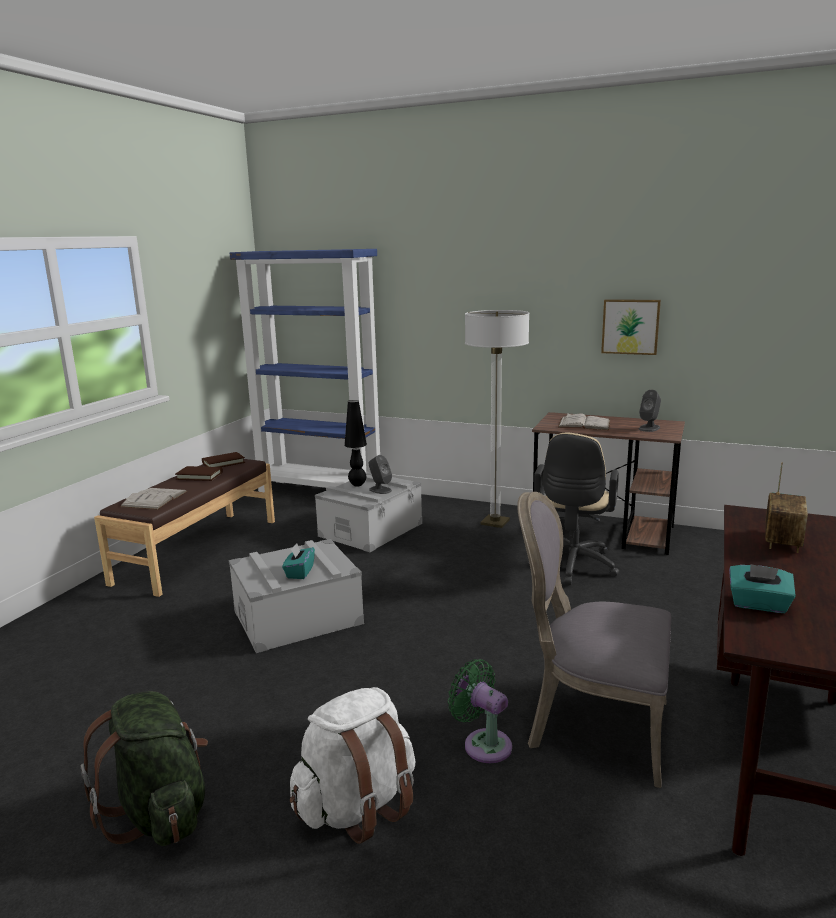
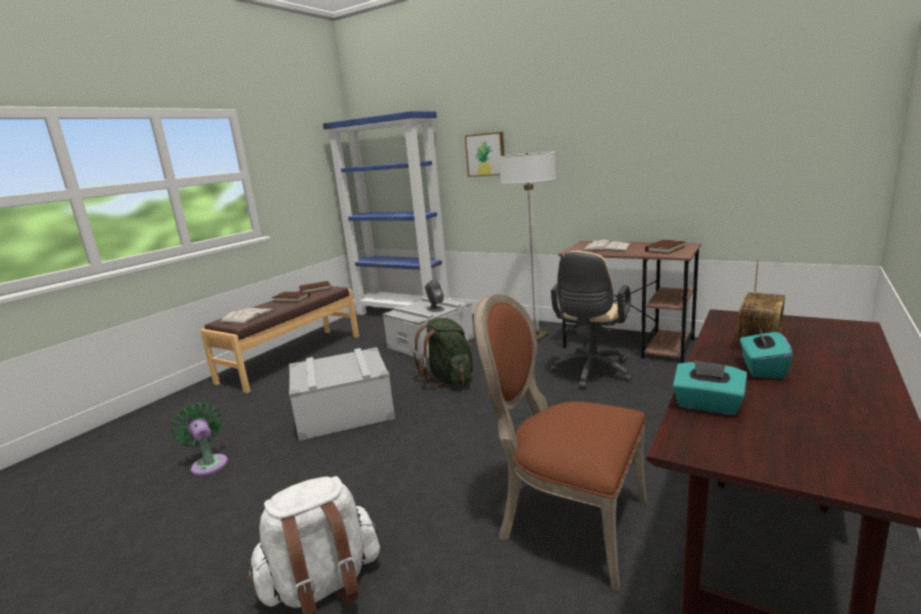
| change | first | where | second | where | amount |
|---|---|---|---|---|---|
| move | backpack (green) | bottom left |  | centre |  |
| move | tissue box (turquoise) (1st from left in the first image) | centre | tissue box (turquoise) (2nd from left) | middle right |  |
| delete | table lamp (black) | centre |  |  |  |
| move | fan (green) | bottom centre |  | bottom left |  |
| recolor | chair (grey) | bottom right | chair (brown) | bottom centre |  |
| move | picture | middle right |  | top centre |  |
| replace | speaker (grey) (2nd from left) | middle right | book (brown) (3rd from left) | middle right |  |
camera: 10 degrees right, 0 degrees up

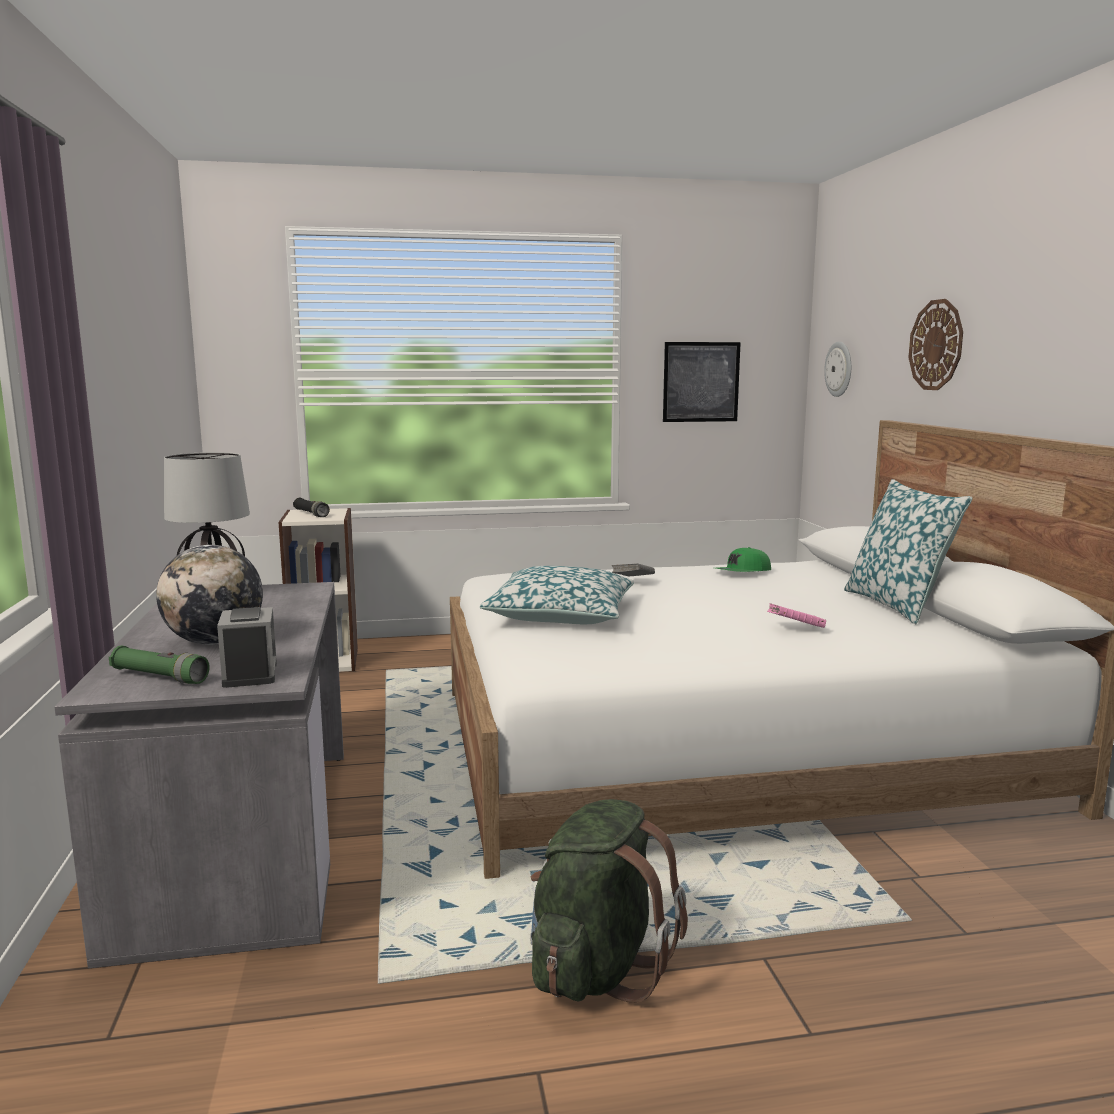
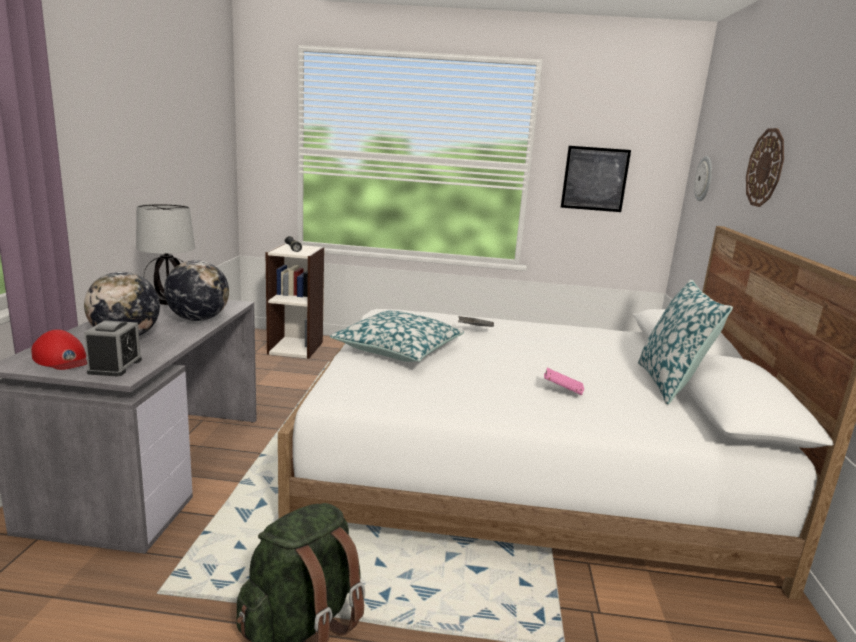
| change | first | where | second | where | amount |
|---|---|---|---|---|---|
| replace | flashlight (green) | middle left | cap (red) | middle left |  |
| delete | cap (green) | middle right |  |  |  |
| insert |  |  | globe (2nd from left) | middle left |  |
camera: 15 degrees right, 5 degrees up

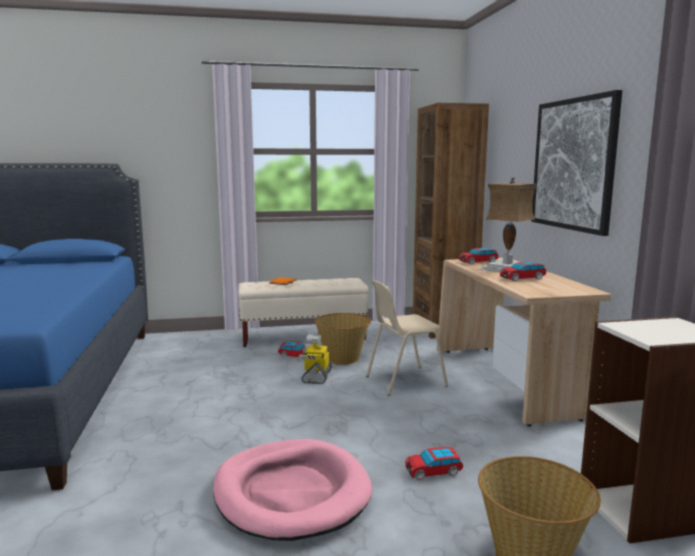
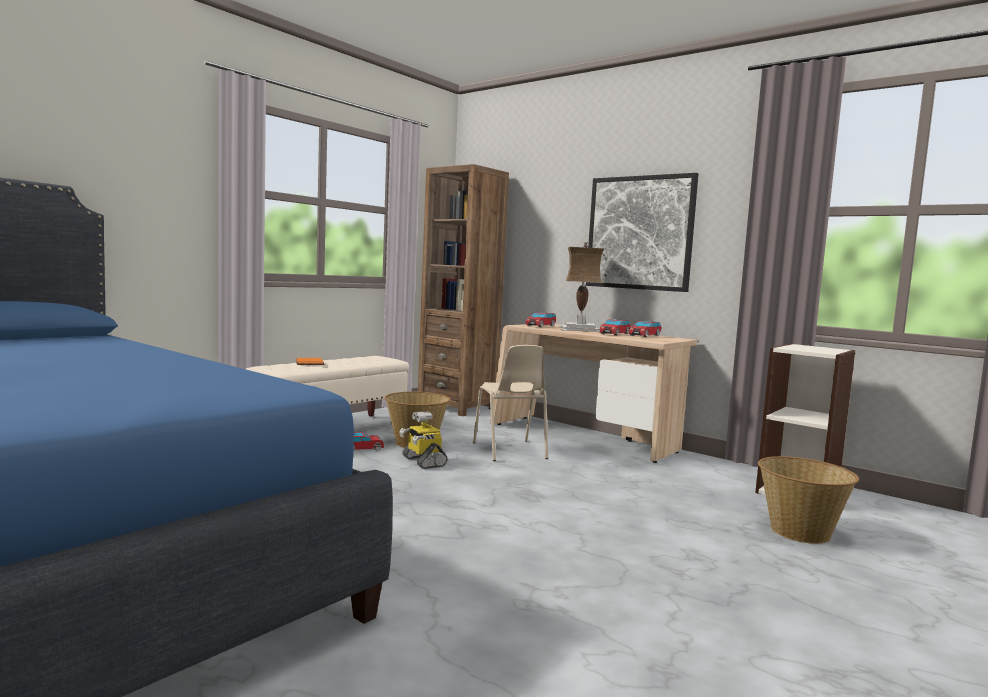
| change | first | where | second | where | amount |
|---|---|---|---|---|---|
| delete | dog bed (pink) | bottom centre |  |  |  |
| rotate | chair (beige) | centre |  | centre | 45 degrees counterclockwise |
| move | toy car (2nd from left in the first image) | bottom centre | toy car (4th from left) | centre |  |
camera: 40 degrees left, 5 degrees down

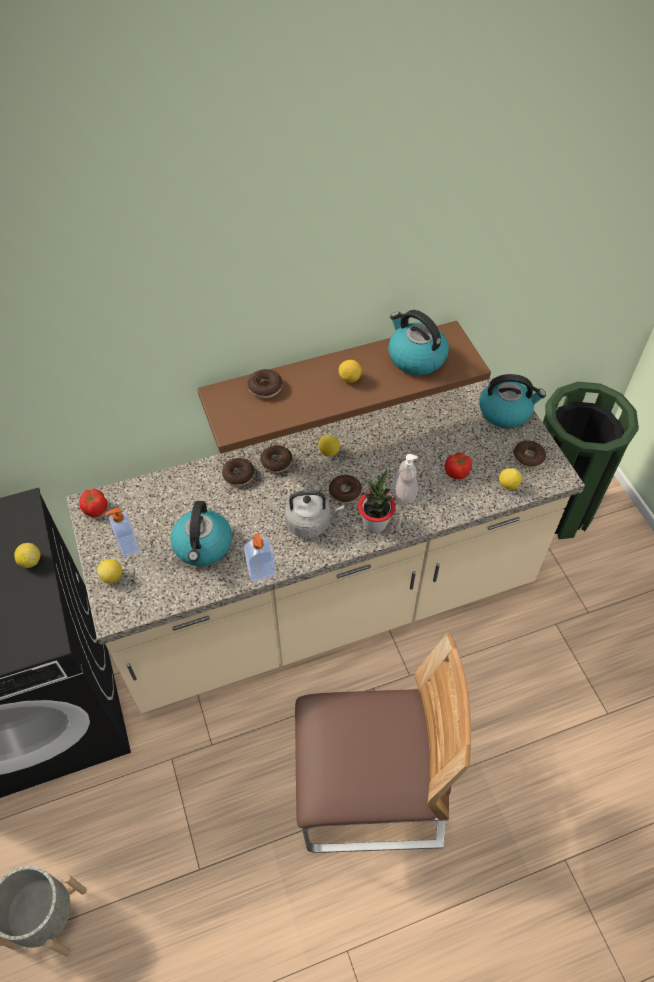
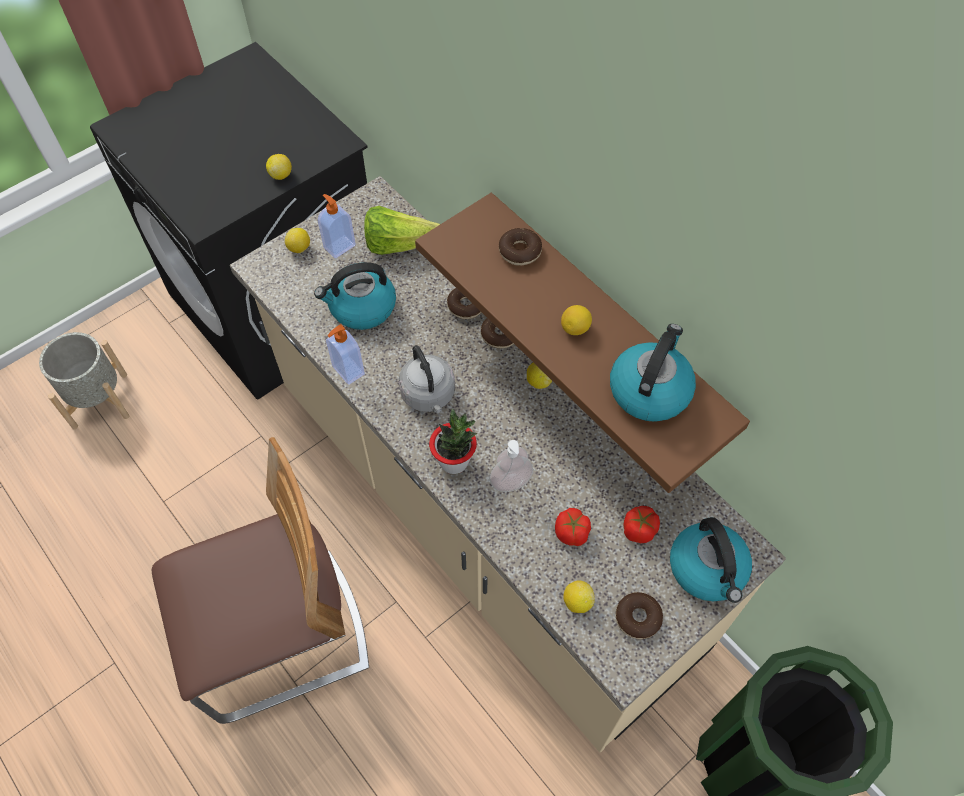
| change | first | where | second | where | amount |
|---|---|---|---|---|---|
| move | tomato (1st from left in the first image) | middle left | tomato (2nd from left) | centre |  |
| rotate | chair | bottom centre |  | bottom left | 90 degrees counterclockwise |
| delete | donut (4th from left) | centre |  |  |  |
| insert |  |  | lettuce | top centre |  |
camera: 70 degrees right, 5 degrees up

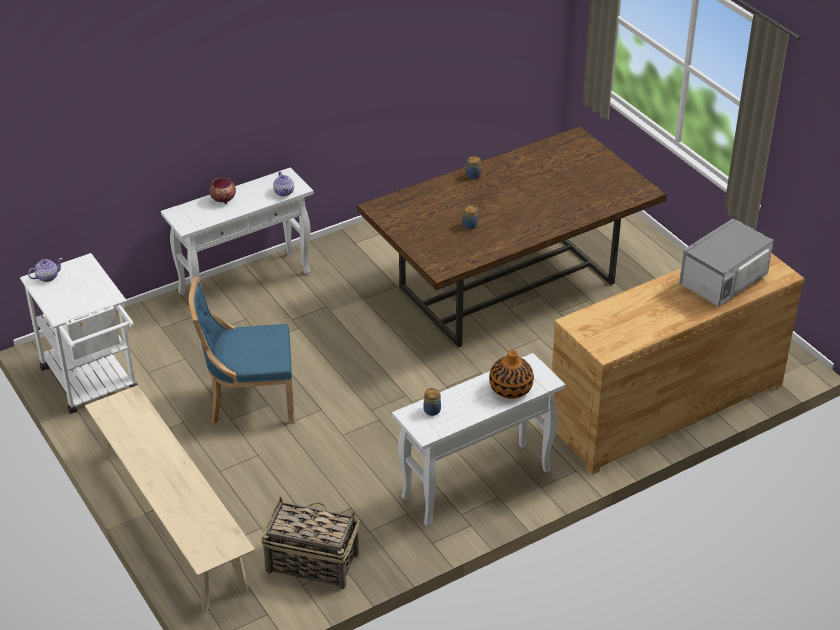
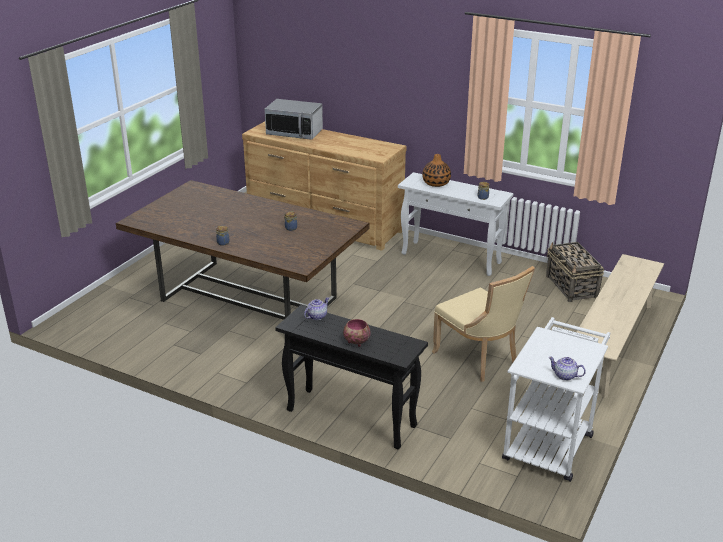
| change | first | where | second | where | amount |
|---|---|---|---|---|---|
| recolor | console table (white) (1st from left) | middle left | console table (black) | bottom centre |  |
| recolor | chair (blue) | middle left | chair (beige) | middle right |  |
camera: 120 degrees left, 10 degrees down

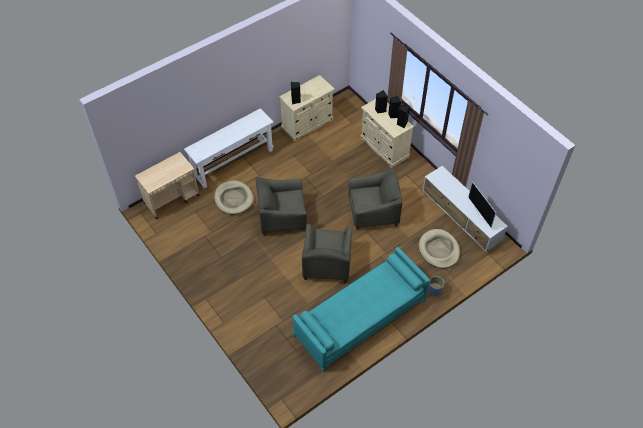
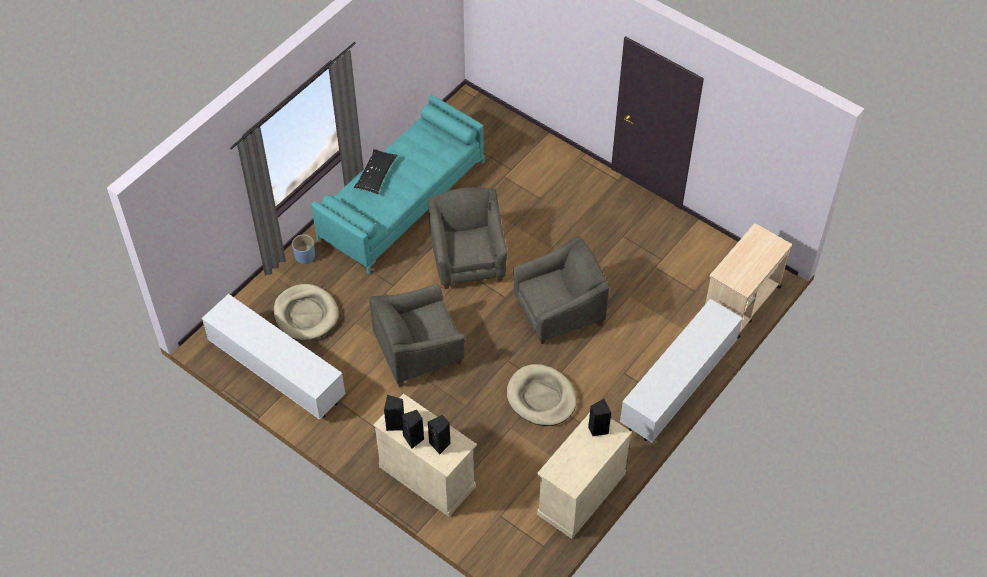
| change | first | where | second | where | amount |
|---|---|---|---|---|---|
| replace | console table (white) | centre | tv stand (white) (2nd from left) | middle right |  |
| move | dog bed (beige) (1st from left in the first image) | centre | dog bed (beige) (2nd from left) | bottom centre |  |
| delete | television | middle right |  |  |  |
| insert |  |  | pillow (black) | top centre |  |
camera: 165 degrees right, 0 degrees up

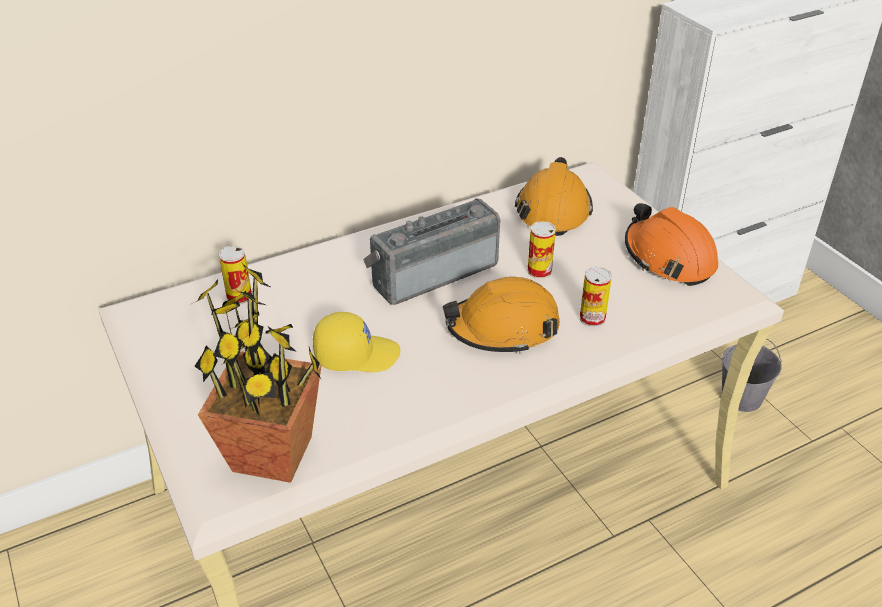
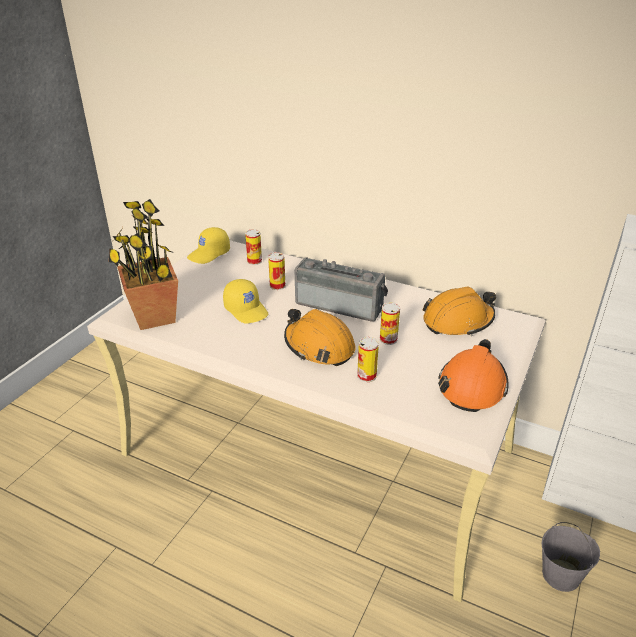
| change | first | where | second | where | amount |
|---|---|---|---|---|---|
| insert |  |  | cap (yellow) (1st from left) | middle left |  |
| insert |  |  | can (2nd from left) | centre |  |
camera: 55 degrees right, 5 degrees down

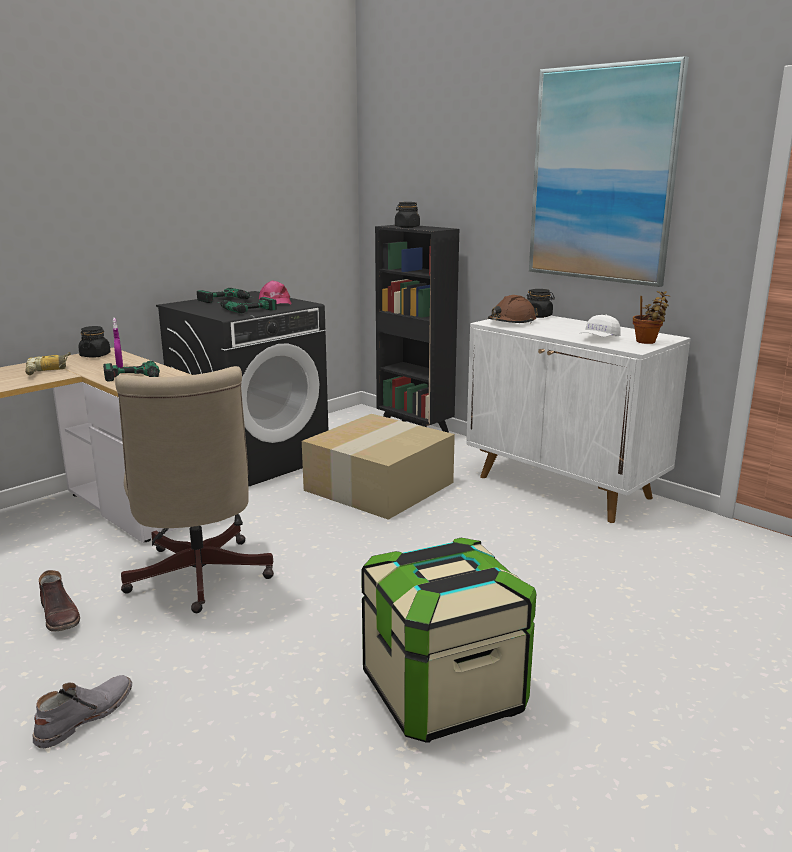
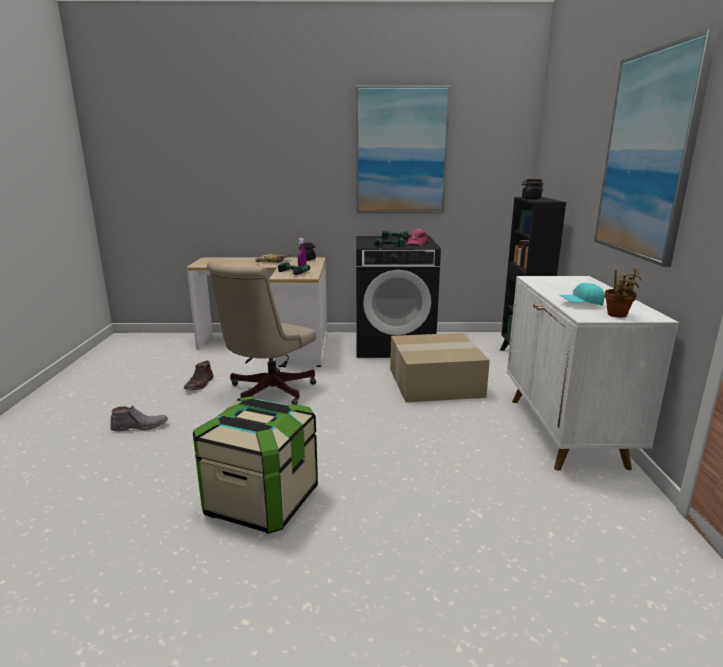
| change | first | where | second | where | amount |
|---|---|---|---|---|---|
| delete | hard hat (brown) | centre |  |  |  |
| delete | jar (black) (3rd from left) | middle right |  |  |  |
| recolor | cap (white) | middle right | cap (turquoise) | middle right |  |
| insert |  |  | picture (1st from left) | top centre |  |
camera: 45 degrees right, 0 degrees up

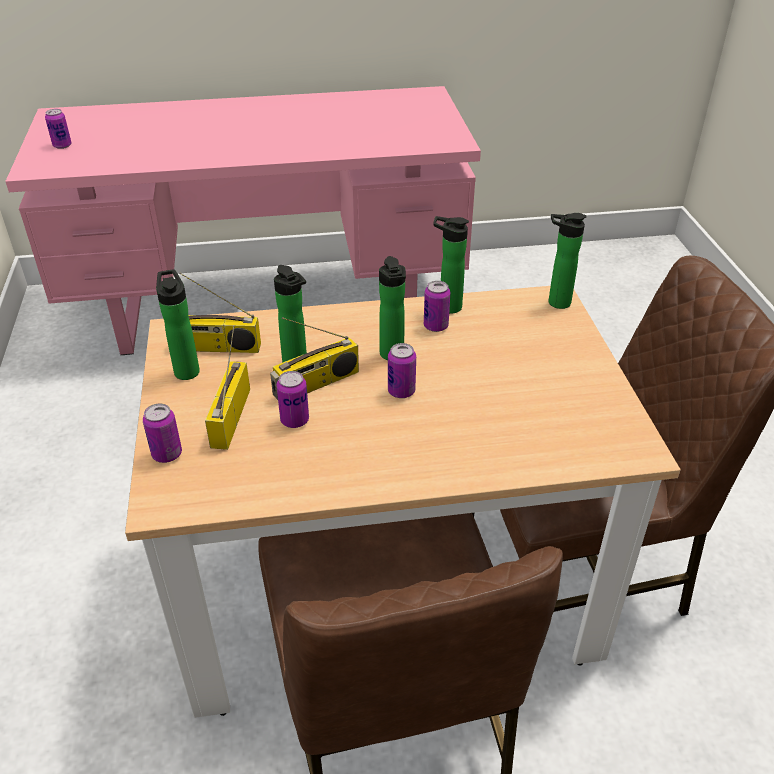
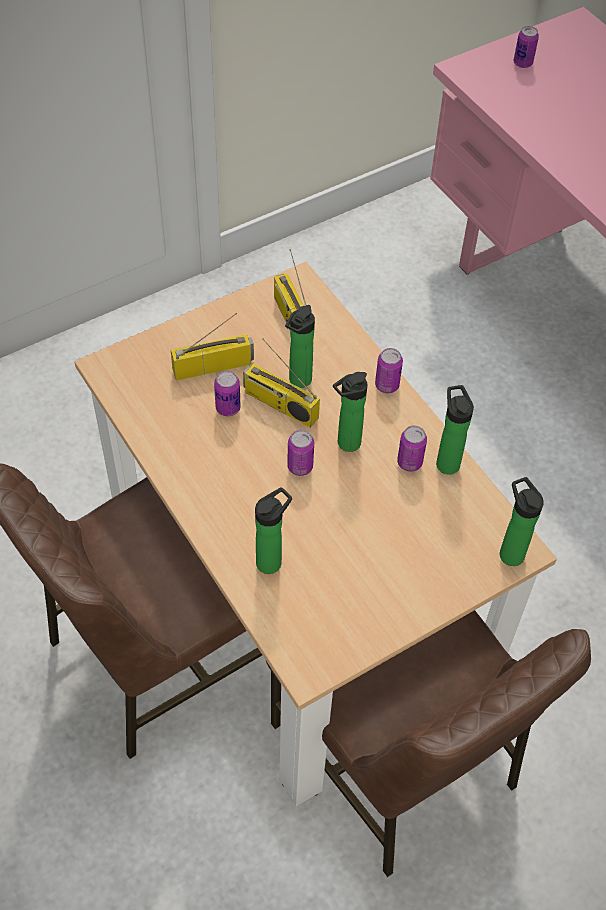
| change | first | where | second | where | amount |
|---|---|---|---|---|---|
| move | can (2nd from left in the first image) | middle left | can (3rd from left) | centre |  |
| move | bottle (1st from left) | middle left |  | centre |  |
camera: 65 degrees right, 15 degrees up

